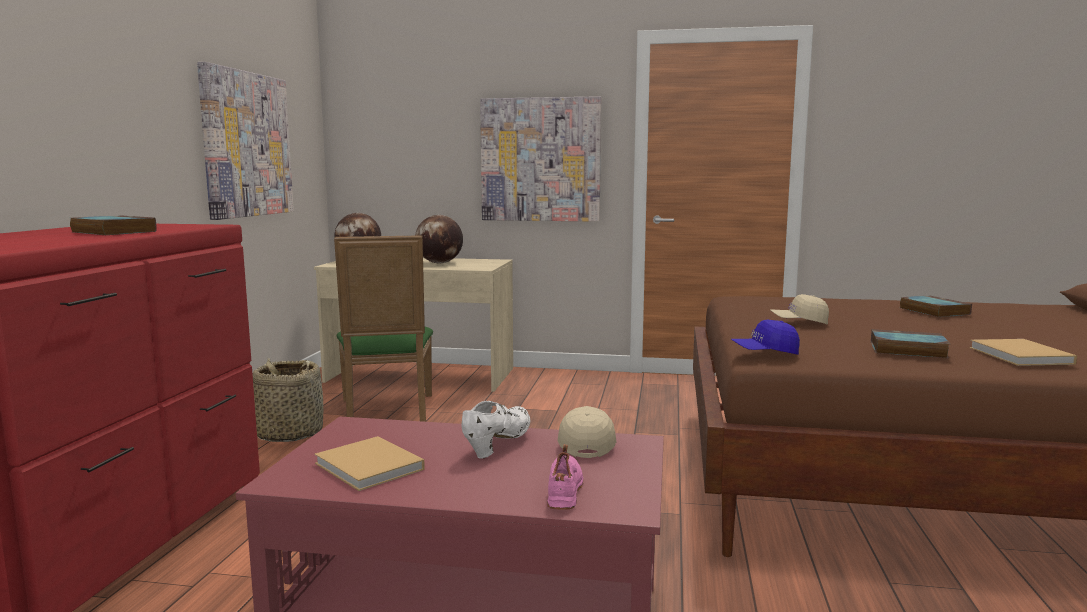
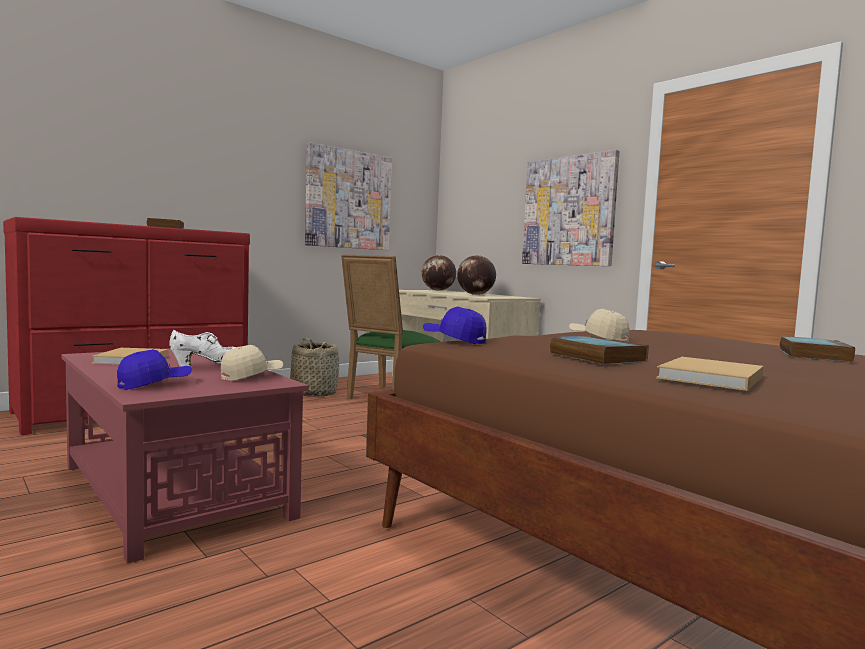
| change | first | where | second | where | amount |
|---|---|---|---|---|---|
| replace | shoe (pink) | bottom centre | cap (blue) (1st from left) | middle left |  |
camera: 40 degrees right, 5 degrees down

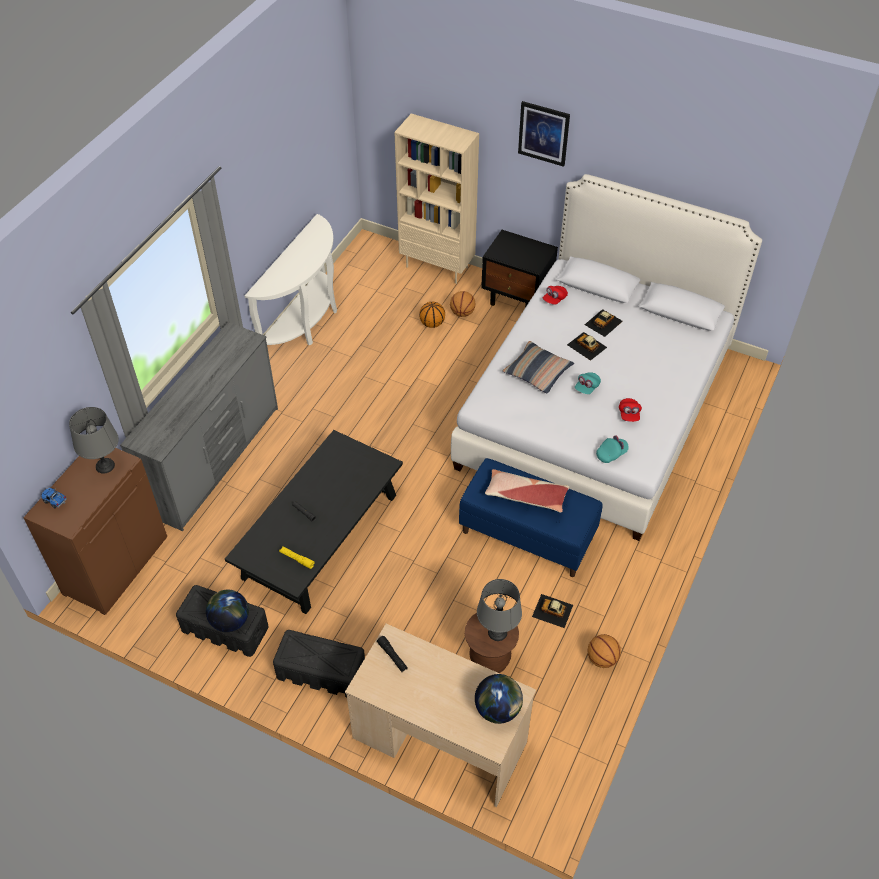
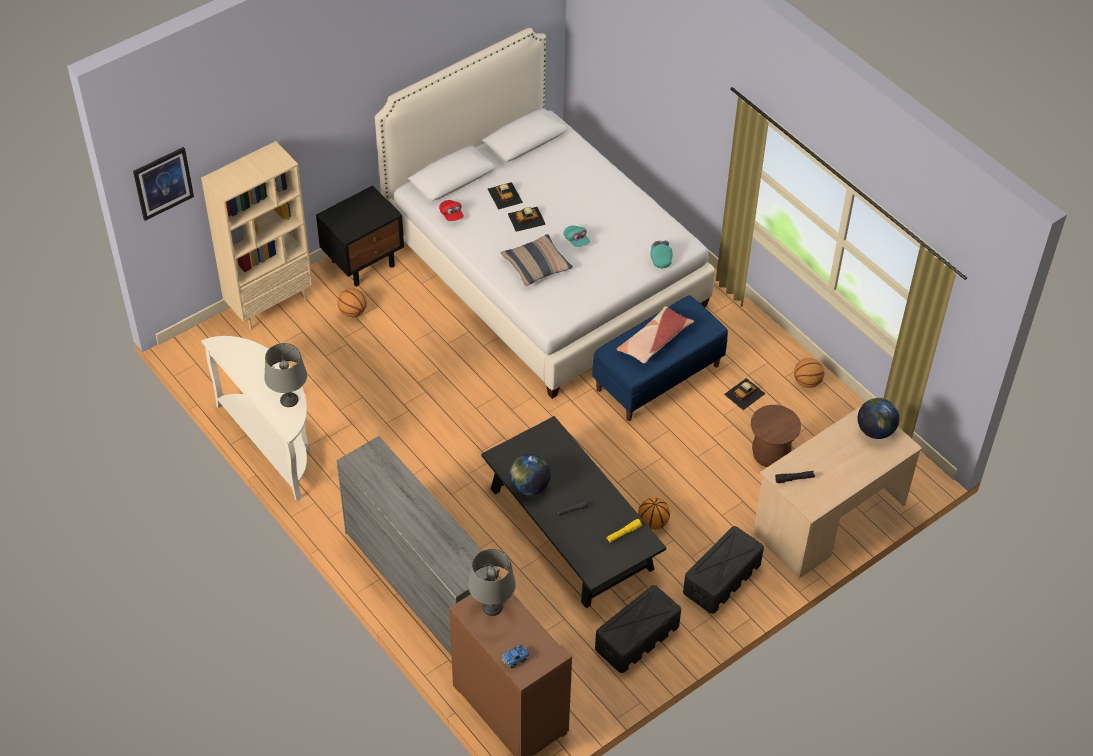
| change | first | where | second | where | amount |
|---|---|---|---|---|---|
| move | globe (1st from left) | bottom left |  | centre |  |
| move | basketball (1st from left in the first image) | centre | basketball (2nd from left) | bottom centre |  |
| move | table lamp (grey) (2nd from left in the first image) | bottom centre | table lamp (grey) (1st from left) | middle left |  |
| move | picture | top centre |  | top left |  |
| delete | cap (red) (2nd from left) | middle right |  |  |  |
camera: 65 degrees left, 0 degrees up

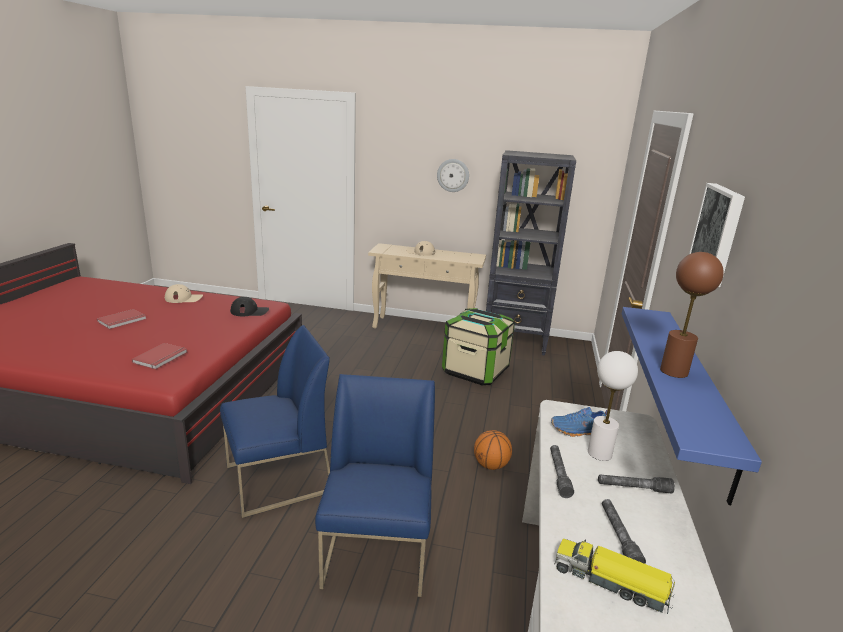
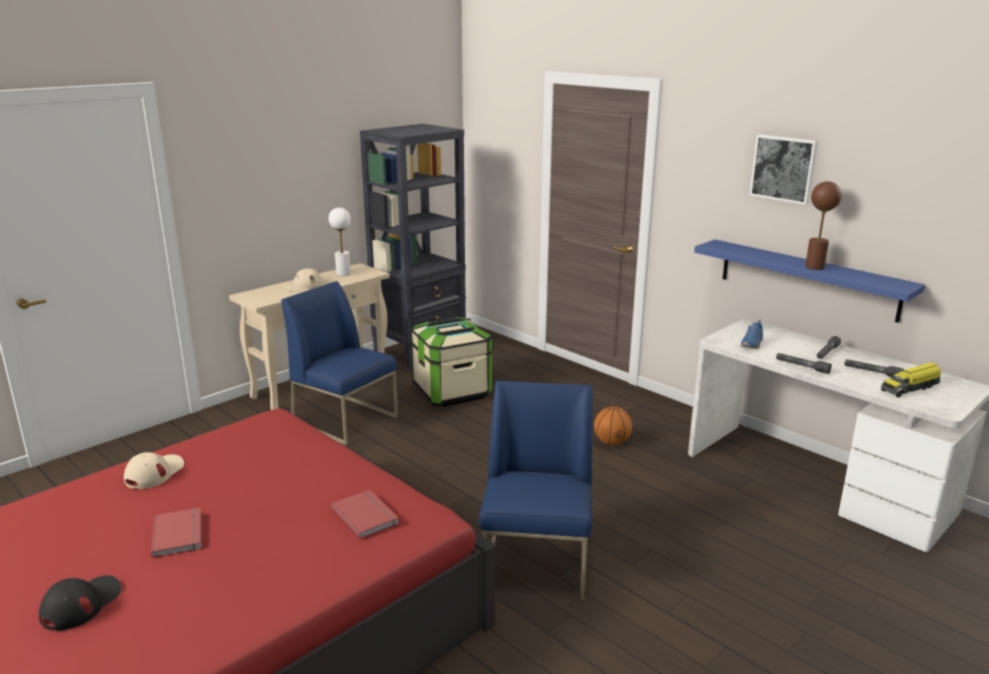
| change | first | where | second | where | amount |
|---|---|---|---|---|---|
| move | cap (black) | middle left |  | bottom left |  |
| move | chair (blue) (2nd from left in the first image) | bottom centre | chair (blue) (1st from left) | centre |  |
| delete | wall clock | top centre |  |  |  |
| move | table lamp (white) | middle right |  | centre |  |
camera: 55 degrees left, 0 degrees up

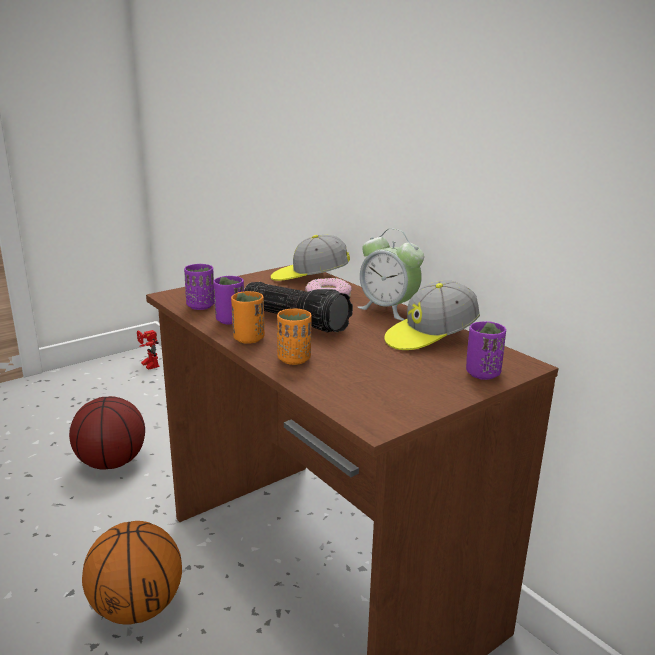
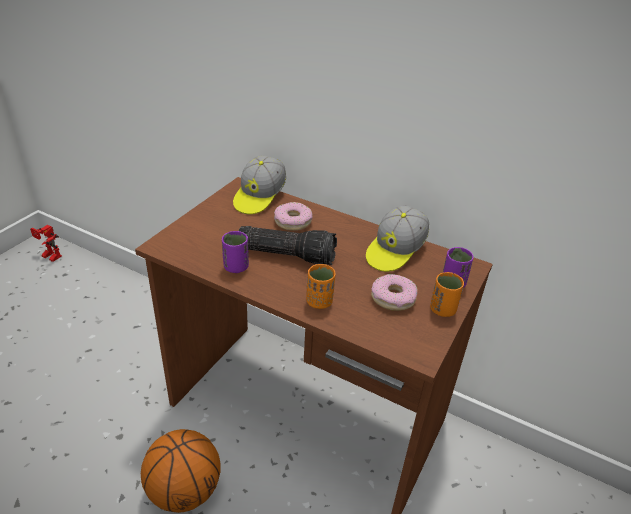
| change | first | where | second | where | amount |
|---|---|---|---|---|---|
| delete | basketball (1st from left) | middle left |  |  |  |
| delete | cup (purple) (1st from left) | middle left |  |  |  |
| move | cup (orange) (1st from left in the first image) | centre | cup (orange) (2nd from left) | middle right |  |
| rotate | cap (1st from left) | centre |  | centre | 45 degrees counterclockwise |
| delete | alarm clock | centre |  |  |  |
| insert |  |  | donut (2nd from left) | centre |  |
camera: 25 degrees left, 15 degrees up

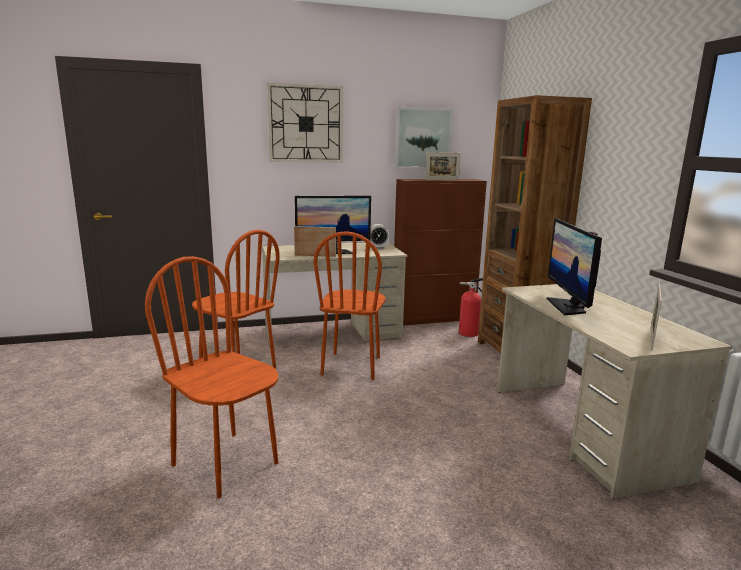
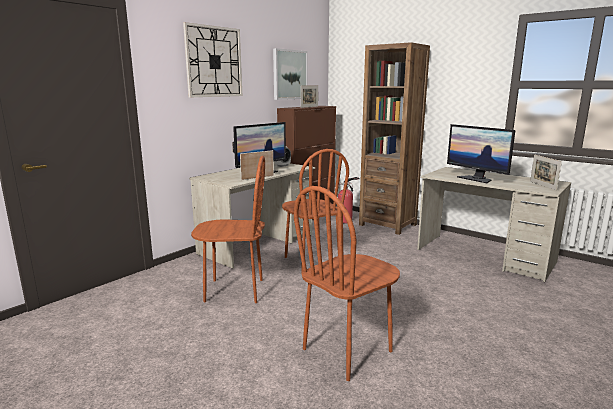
| change | first | where | second | where | amount |
|---|---|---|---|---|---|
| rotate | chair (brown) (1st from left in the first image) | middle left | chair (brown) (3rd from left) | bottom centre | 45 degrees counterclockwise |
camera: 35 degrees left, 0 degrees up

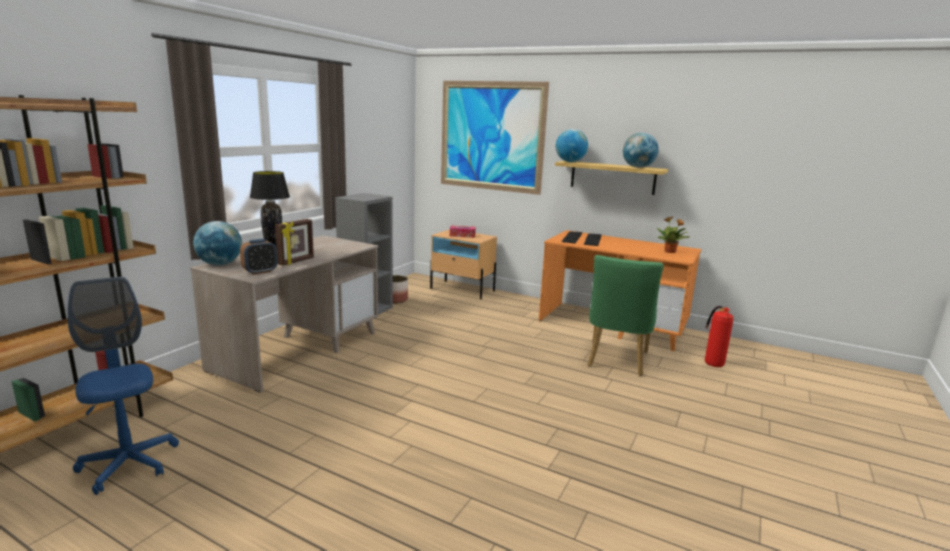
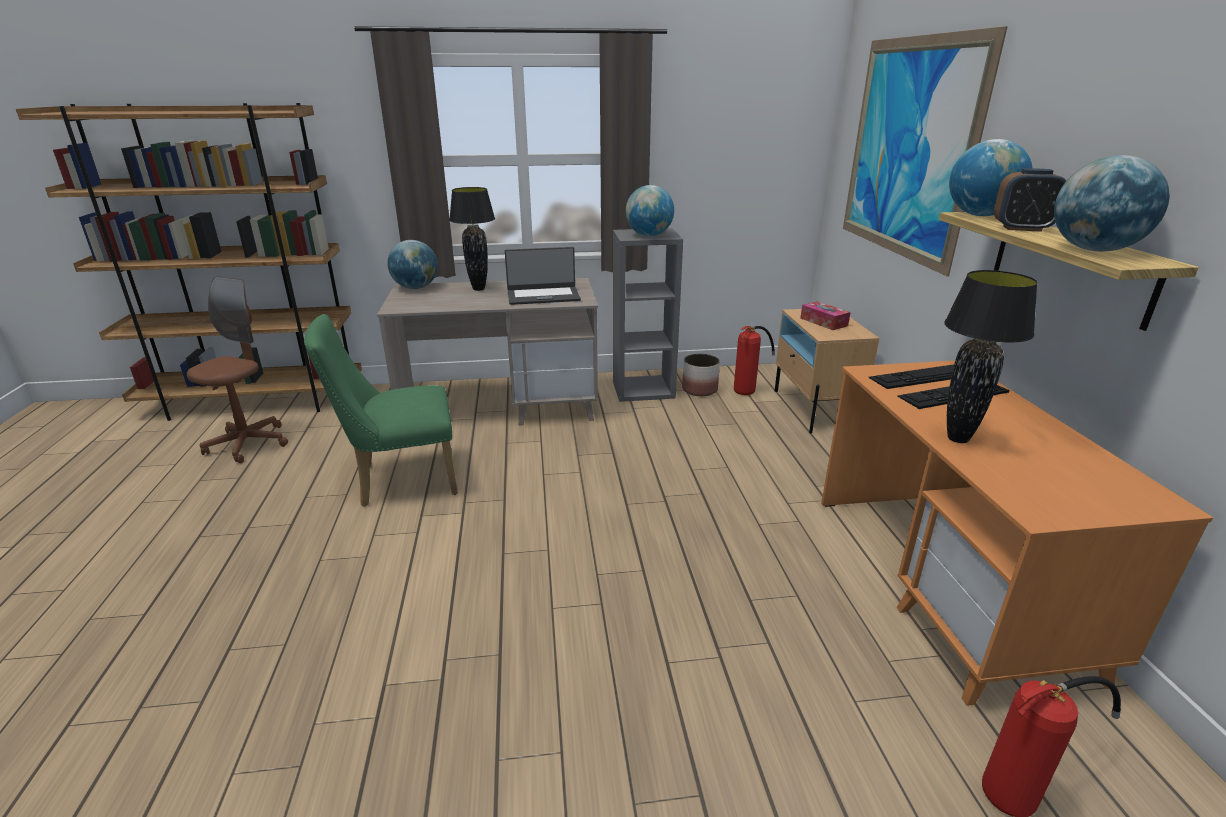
| change | first | where | second | where | amount |
|---|---|---|---|---|---|
| recolor | office chair (blue) | bottom left | office chair (brown) | middle left |  |
| move | alarm clock | middle left |  | top right |  |
| delete | picture frame | middle left |  |  |  |
| move | chair (green) | centre |  | middle left |  |
| delete | potted plant | middle right |  |  |  |
| insert |  |  | laptop | centre |  |
| insert |  |  | globe (2nd from left) | top centre |  |
| insert |  |  | fire extinguisher (1st from left) | centre |  |
| insert |  |  | table lamp (black) (2nd from left) | middle right |  |
camera: 55 degrees right, 10 degrees up

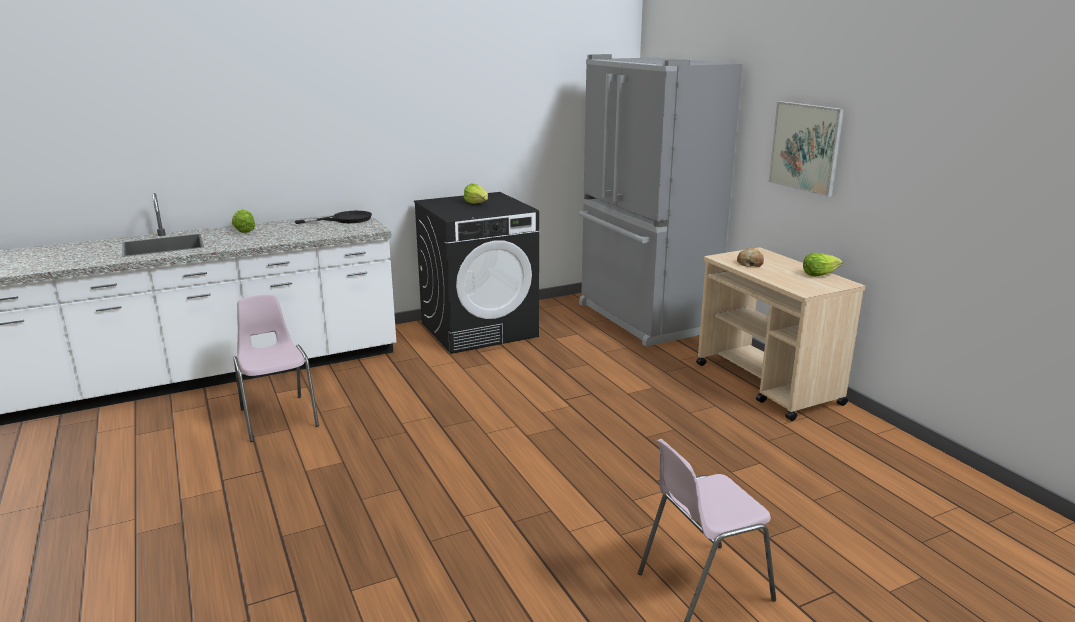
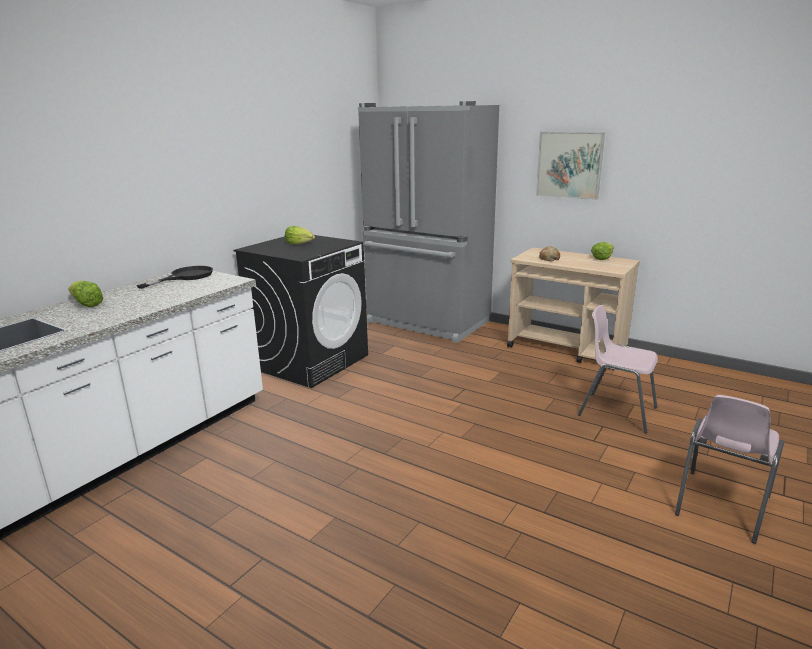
| change | first | where | second | where | amount |
|---|---|---|---|---|---|
| move | chair (pink) (1st from left) | middle left |  | middle right |  |
camera: 30 degrees left, 0 degrees up

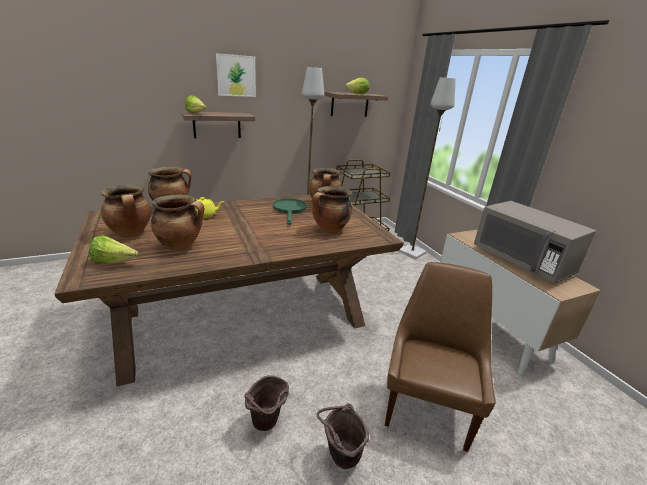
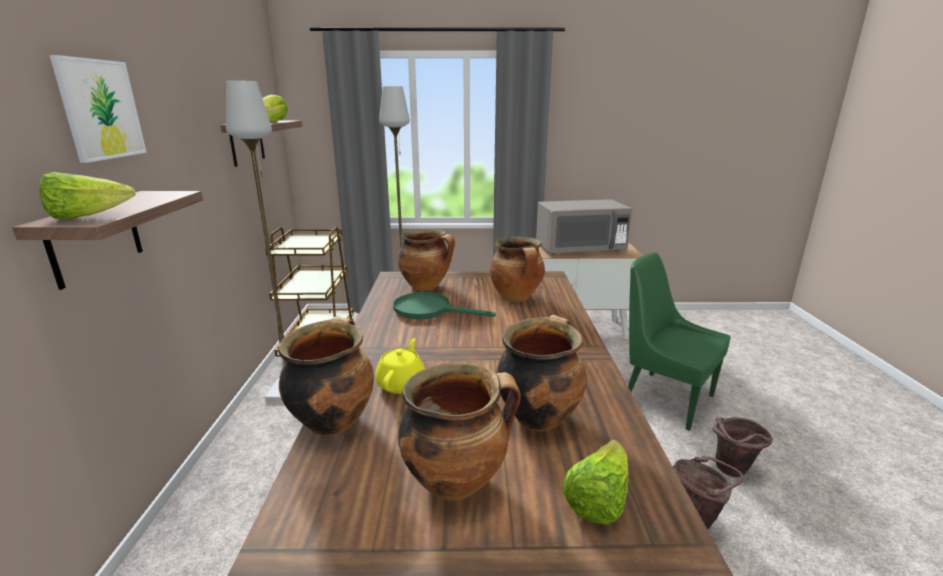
| change | first | where | second | where | amount |
|---|---|---|---|---|---|
| recolor | chair (brown) | bottom right | chair (green) | middle right |  |
camera: 65 degrees left, 5 degrees down

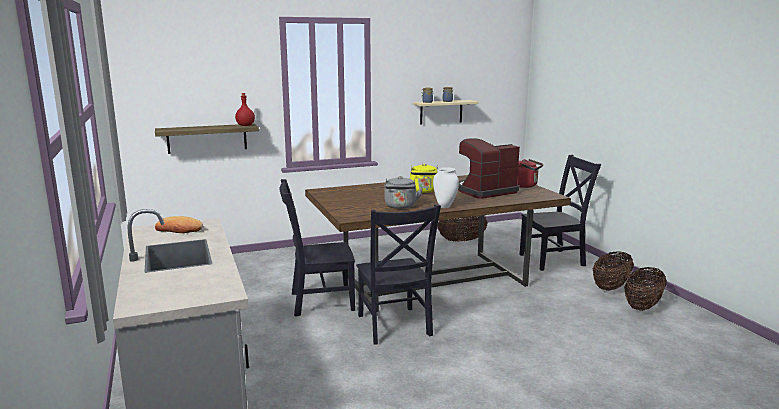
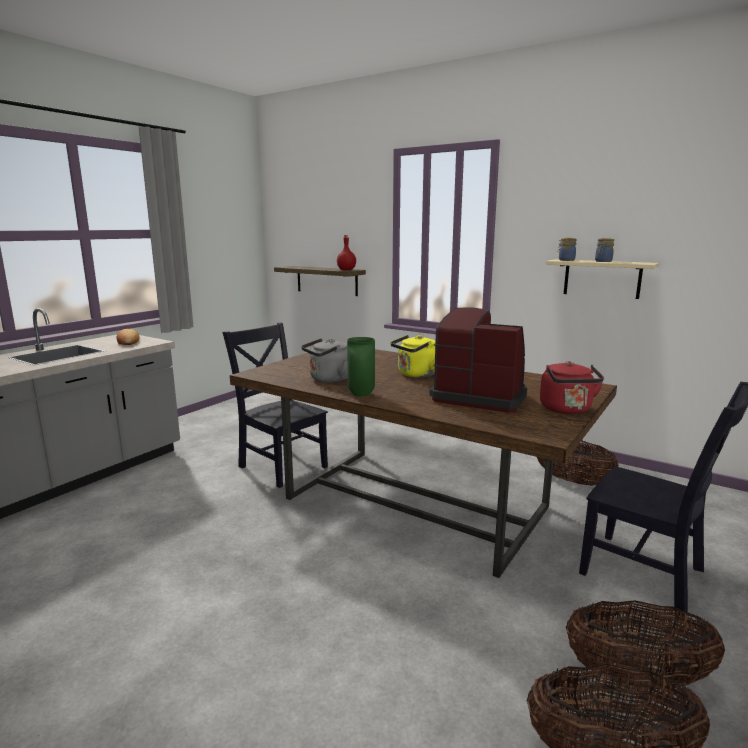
| change | first | where | second | where | amount |
|---|---|---|---|---|---|
| delete | chair (black) (2nd from left) | bottom centre |  |  |  |
| recolor | vase (white) | centre | vase (green) | centre |  |
camera: 55 degrees right, 0 degrees up

